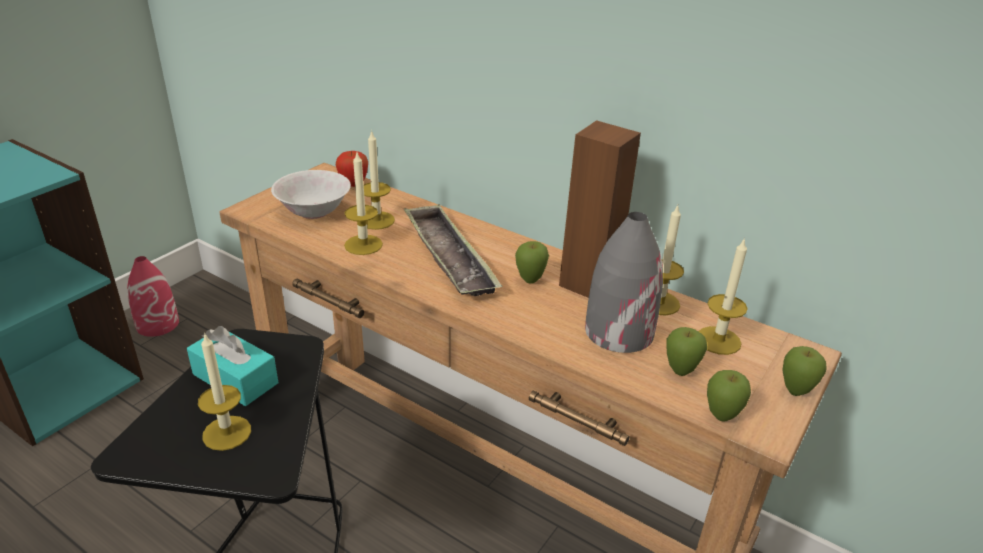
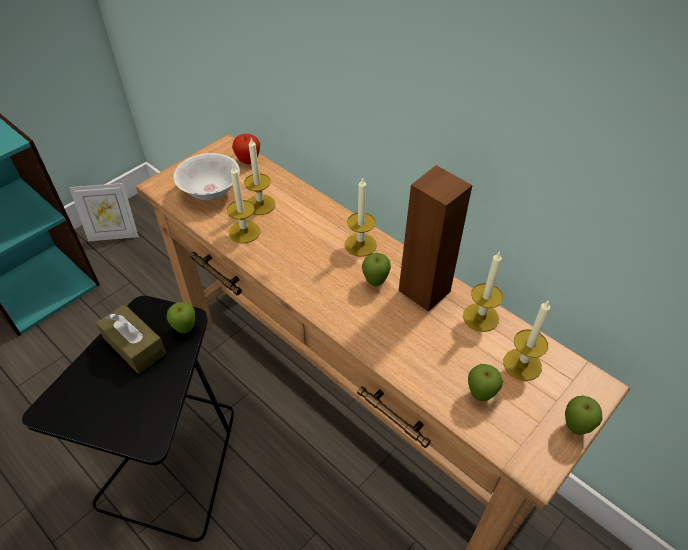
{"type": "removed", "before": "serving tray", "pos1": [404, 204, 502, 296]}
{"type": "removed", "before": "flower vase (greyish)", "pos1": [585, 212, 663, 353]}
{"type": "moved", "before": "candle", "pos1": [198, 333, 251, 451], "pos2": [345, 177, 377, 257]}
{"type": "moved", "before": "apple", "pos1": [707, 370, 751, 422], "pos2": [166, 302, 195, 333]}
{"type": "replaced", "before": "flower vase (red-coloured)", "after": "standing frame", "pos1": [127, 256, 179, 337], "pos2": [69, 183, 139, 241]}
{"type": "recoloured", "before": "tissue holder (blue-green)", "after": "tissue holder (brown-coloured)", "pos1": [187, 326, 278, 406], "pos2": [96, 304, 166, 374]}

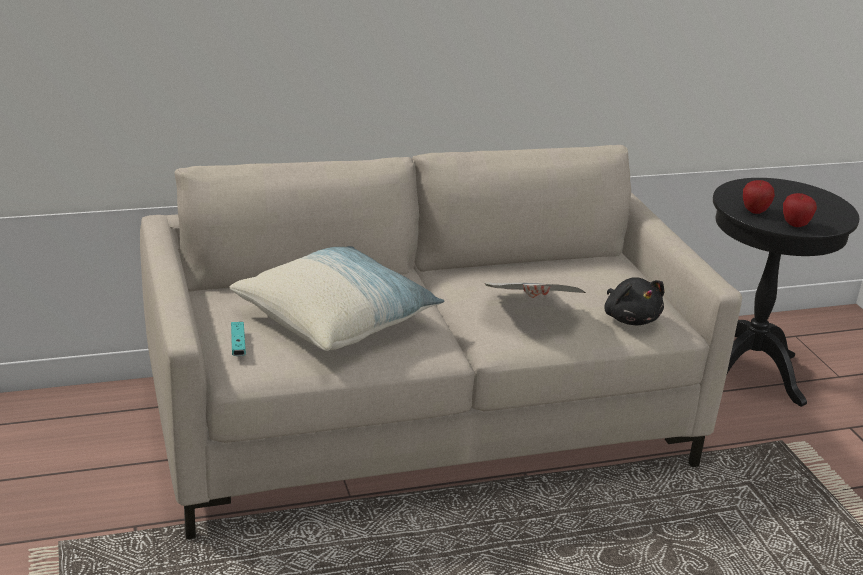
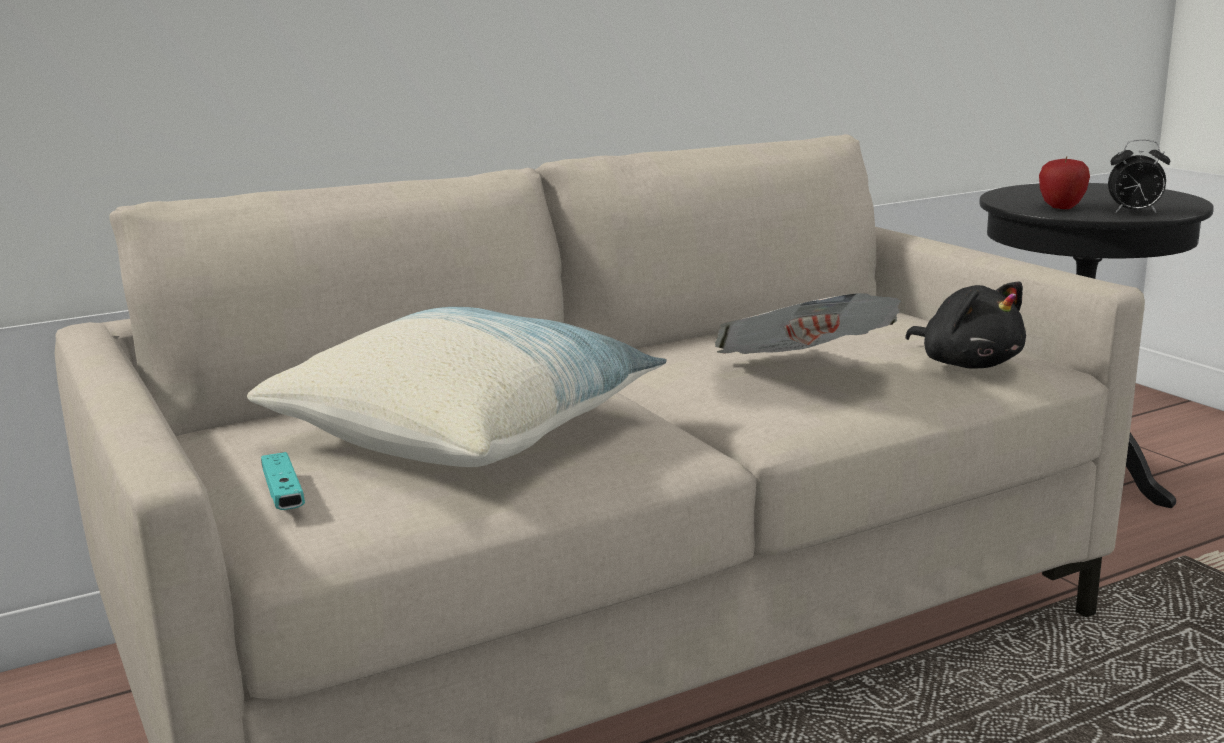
{"type": "replaced", "before": "apple", "after": "table clock", "pos1": [783, 193, 817, 227], "pos2": [1108, 140, 1170, 213]}

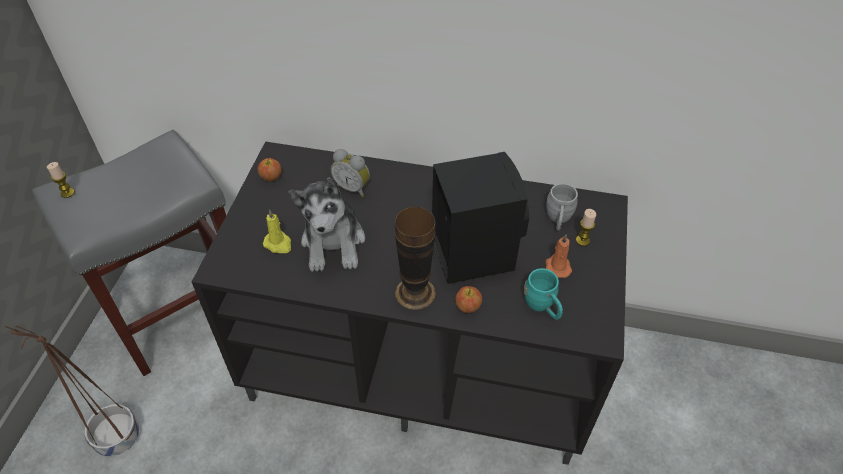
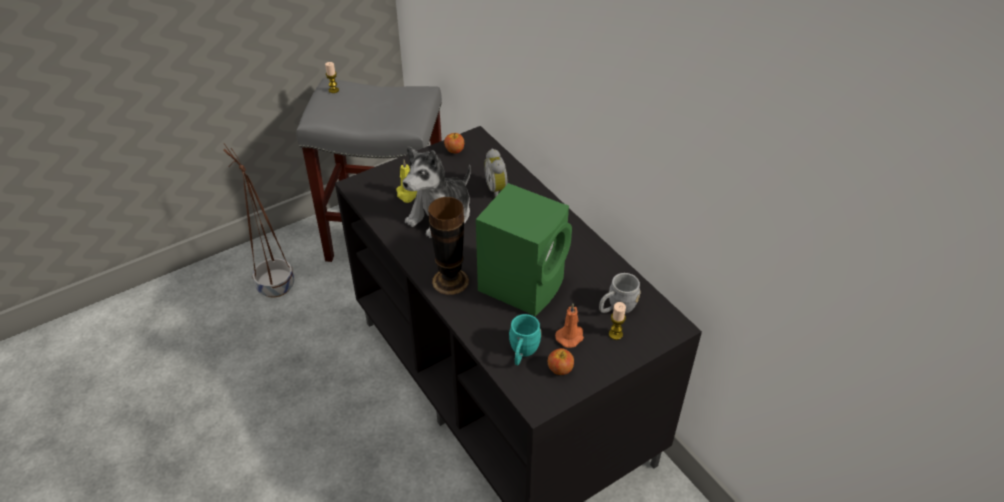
{"type": "moved", "before": "apple", "pos1": [455, 286, 482, 313], "pos2": [548, 348, 574, 375]}
{"type": "recoloured", "before": "audio speaker (black)", "after": "audio speaker (greenish)", "pos1": [432, 152, 529, 284], "pos2": [476, 183, 572, 316]}

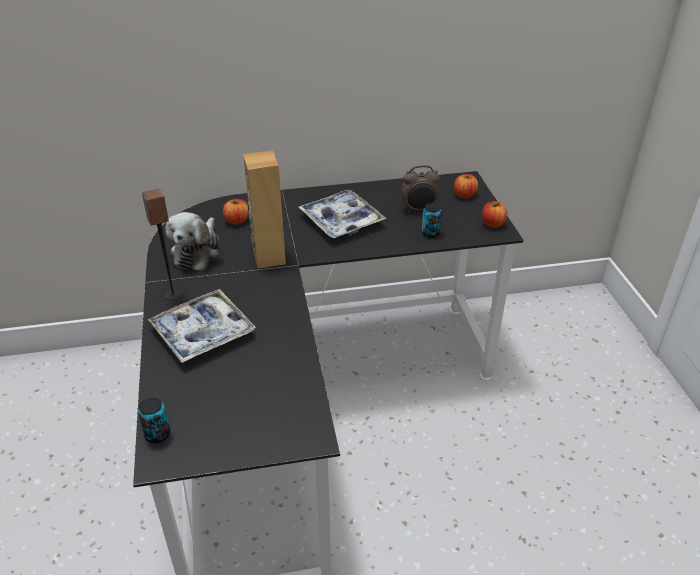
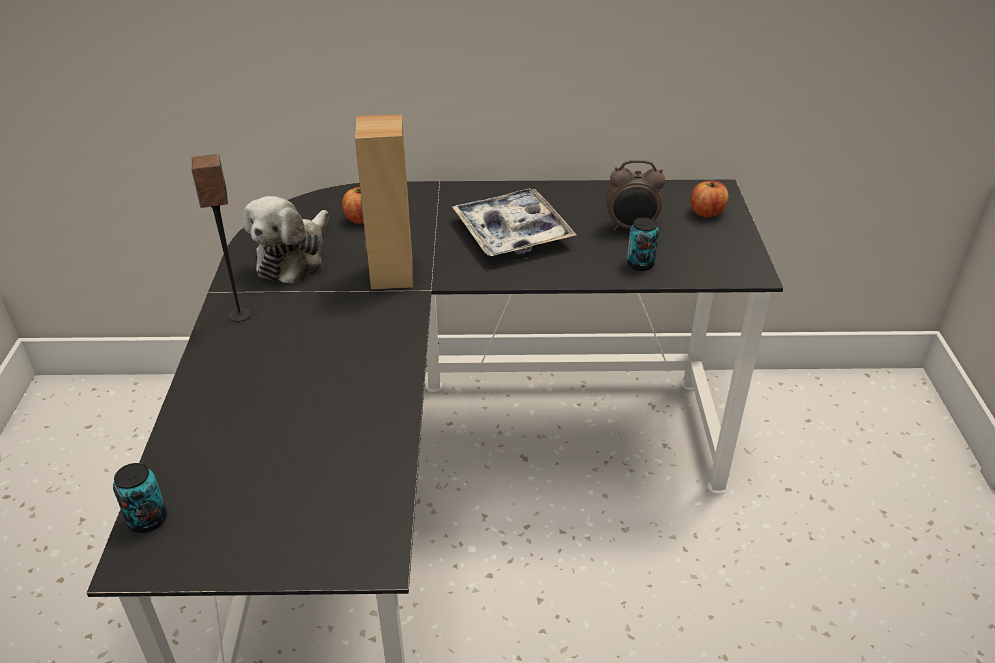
{"type": "removed", "before": "serving tray", "pos1": [148, 289, 256, 363]}
{"type": "removed", "before": "apple", "pos1": [482, 201, 507, 228]}

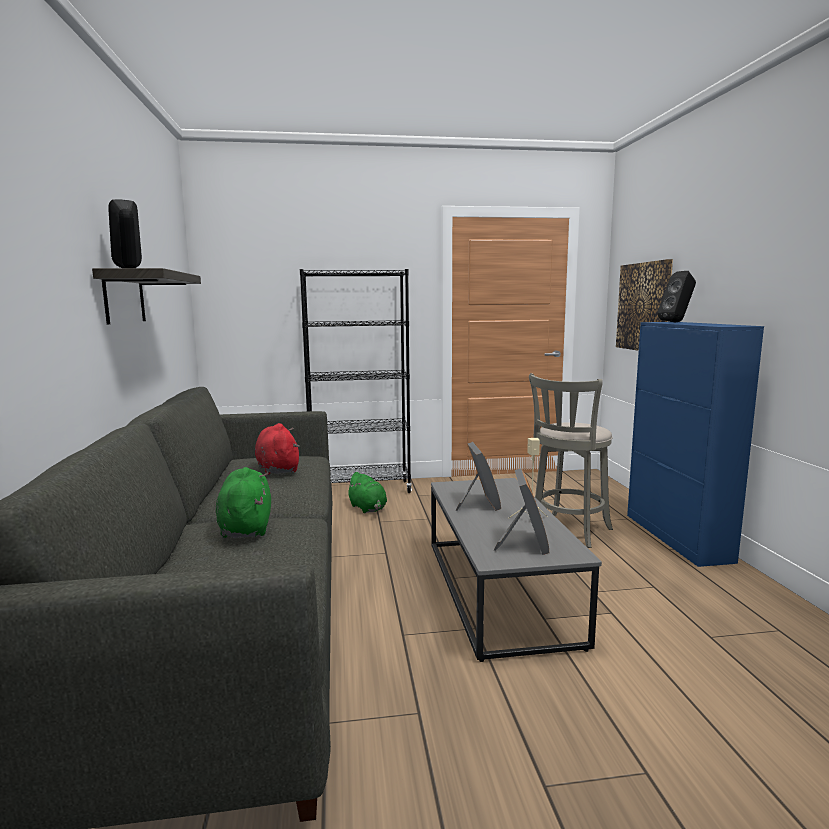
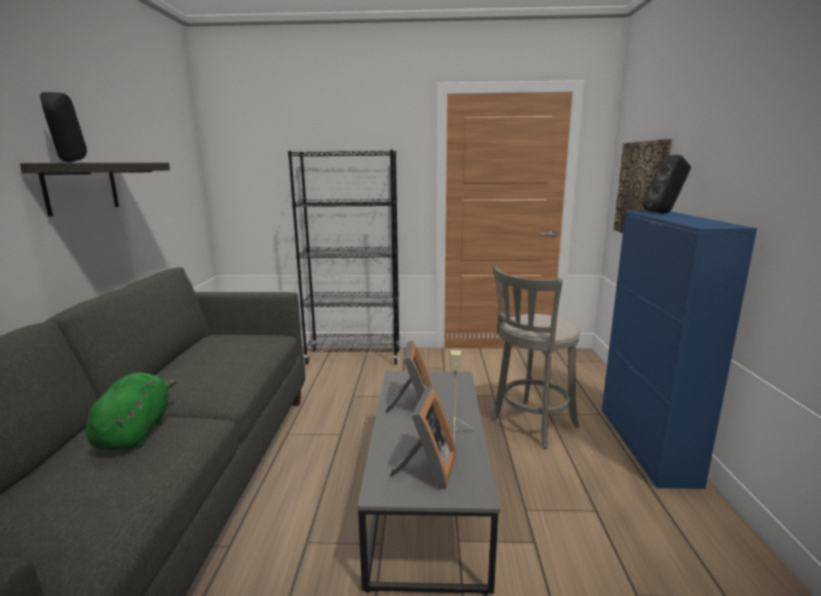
{"type": "removed", "before": "cuddly toy (red-coloured)", "pos1": [255, 423, 300, 475]}
{"type": "removed", "before": "cuddly toy (greenish)", "pos1": [346, 472, 387, 513]}

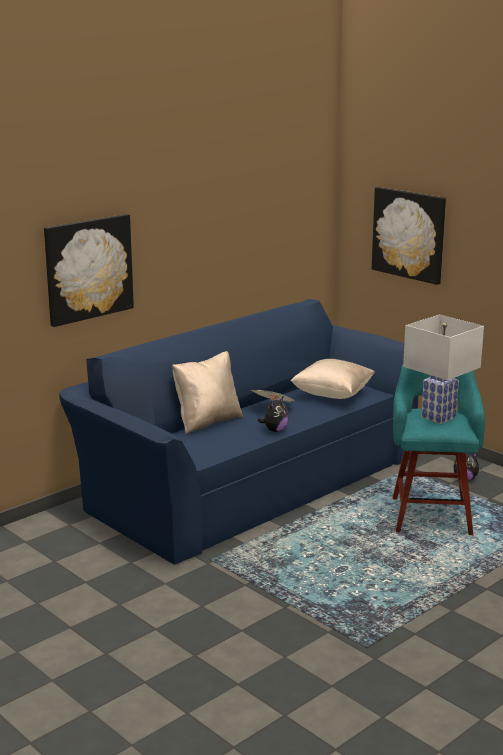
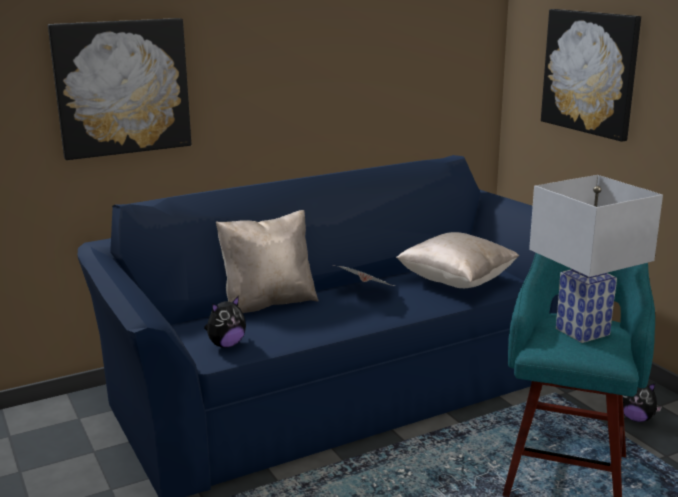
{"type": "moved", "before": "cuddly toy", "pos1": [258, 397, 289, 432], "pos2": [204, 296, 246, 348]}

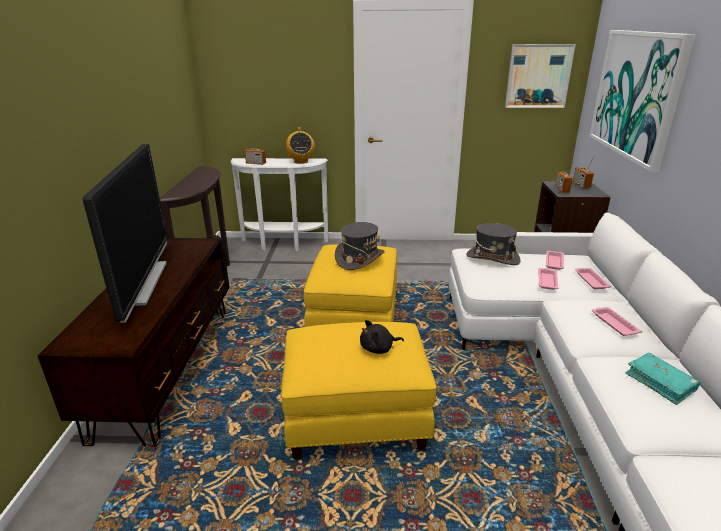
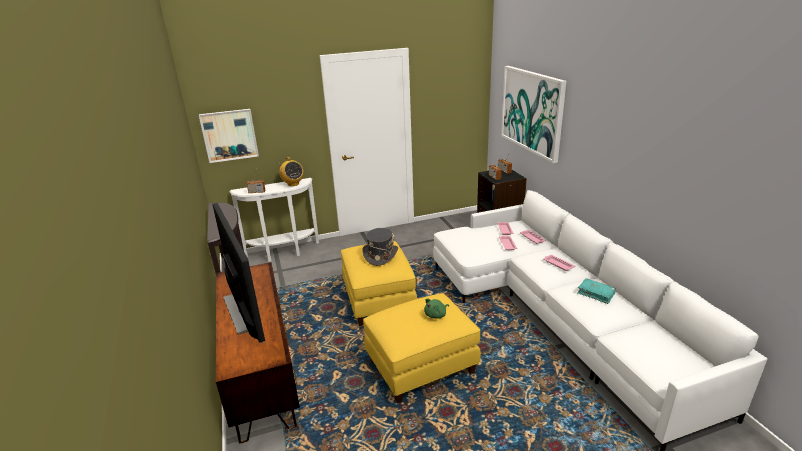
{"type": "removed", "before": "hat (greyish)", "pos1": [466, 223, 521, 265]}
{"type": "moved", "before": "picture", "pos1": [505, 44, 576, 108], "pos2": [199, 109, 259, 163]}
{"type": "recoloured", "before": "cuddly toy (black)", "after": "cuddly toy (greenish)", "pos1": [360, 320, 404, 354], "pos2": [424, 298, 449, 319]}

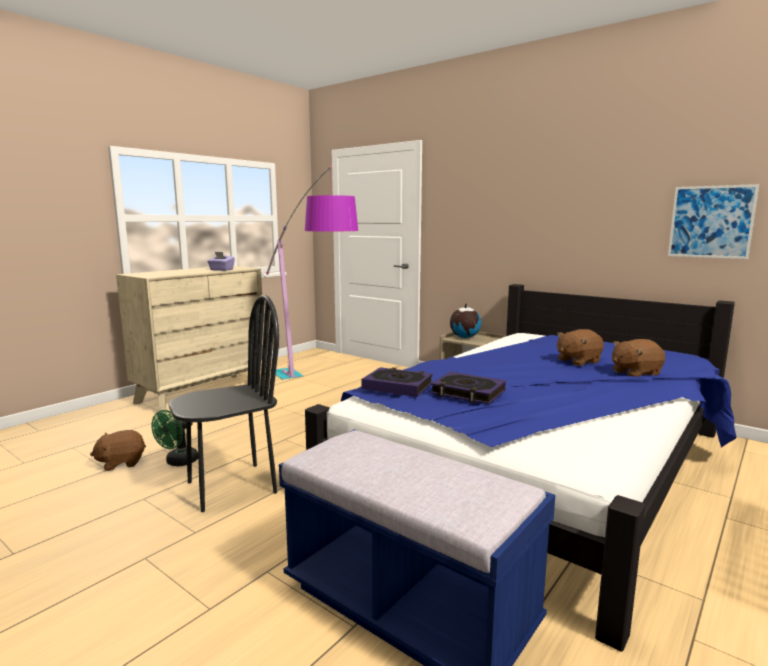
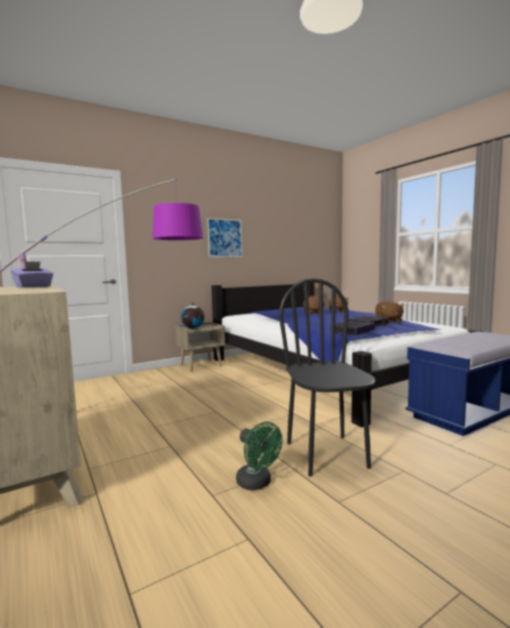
{"type": "moved", "before": "cuddly toy (brown-coloured)", "pos1": [90, 430, 146, 471], "pos2": [375, 301, 405, 323]}
{"type": "moved", "before": "picture", "pos1": [668, 184, 759, 259], "pos2": [207, 218, 242, 257]}

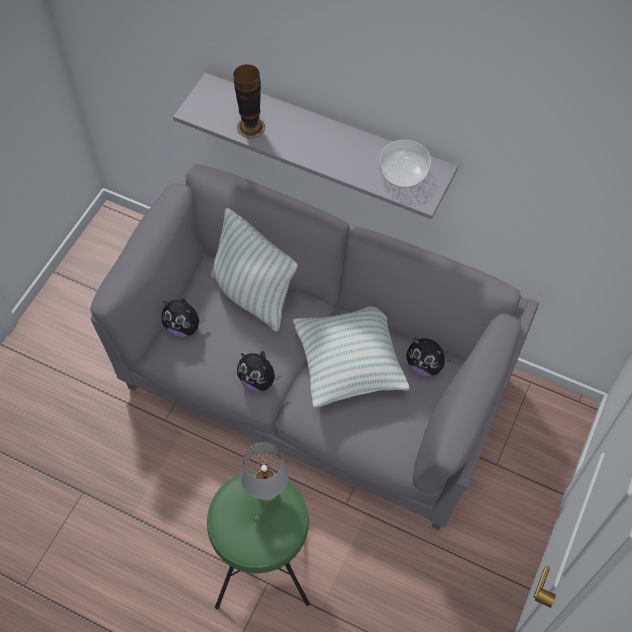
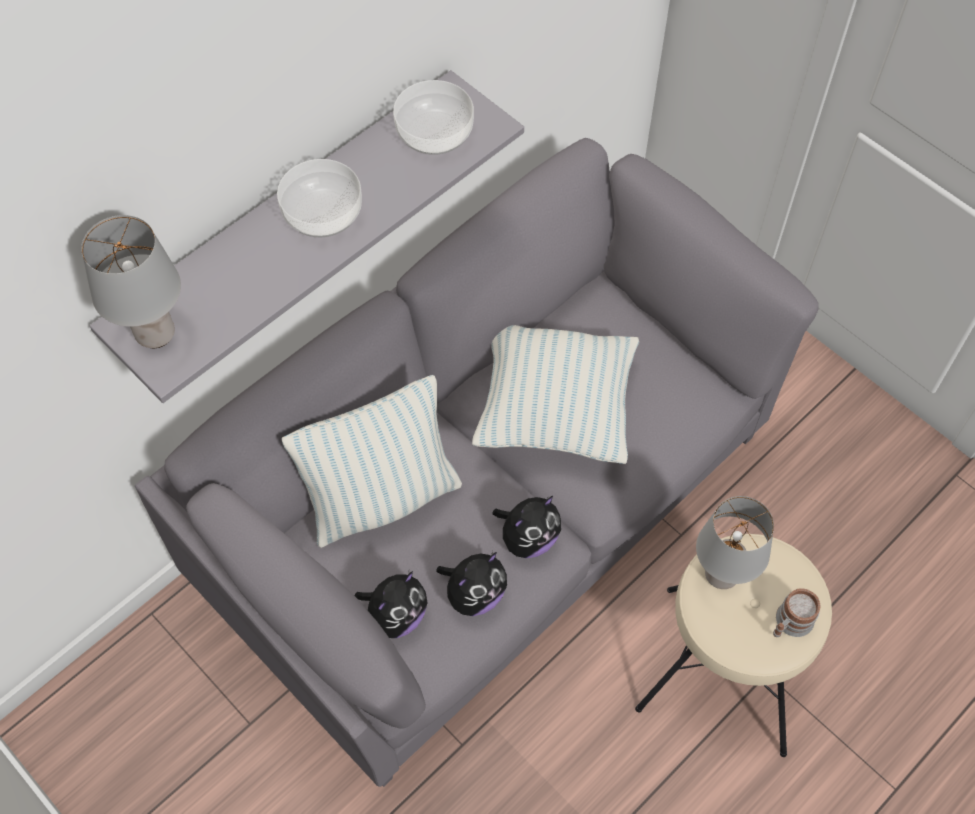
{"type": "removed", "before": "flower vase", "pos1": [233, 64, 265, 139]}
{"type": "added", "after": "lamp for a table (greyish)", "pos2": [81, 215, 181, 348]}
{"type": "added", "after": "deep dish", "pos2": [277, 159, 362, 237]}
{"type": "added", "after": "coffee mug", "pos2": [773, 589, 820, 637]}
{"type": "moved", "before": "cuddly toy", "pos1": [406, 338, 451, 376], "pos2": [436, 551, 507, 616]}
{"type": "recoloured", "before": "stool seat (greenish)", "after": "stool seat (sand-coloured)", "pos1": [207, 471, 310, 609], "pos2": [635, 534, 832, 757]}

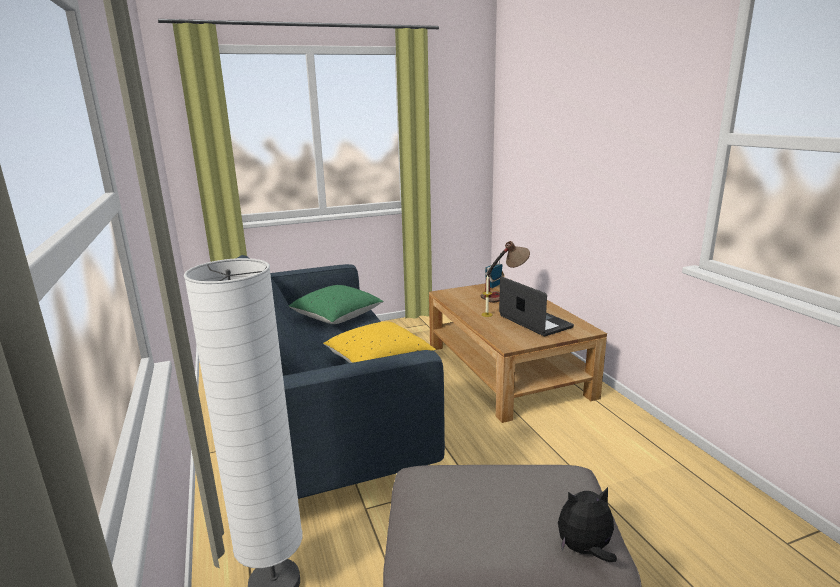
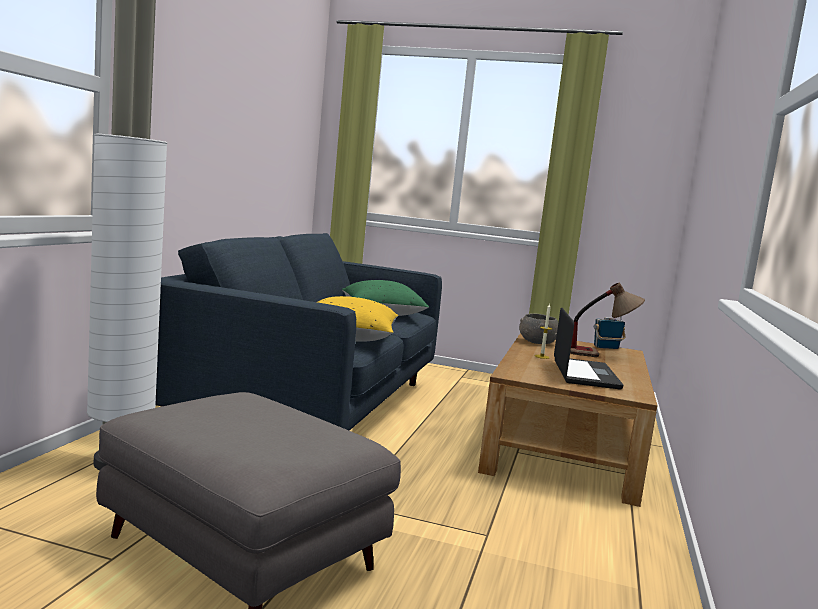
{"type": "removed", "before": "cuddly toy", "pos1": [558, 487, 617, 562]}
{"type": "added", "after": "deep dish (greyish)", "pos2": [519, 314, 558, 344]}

